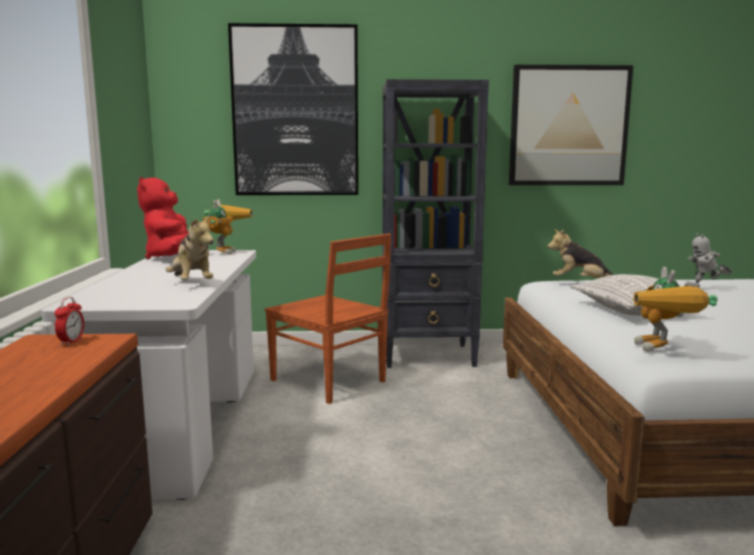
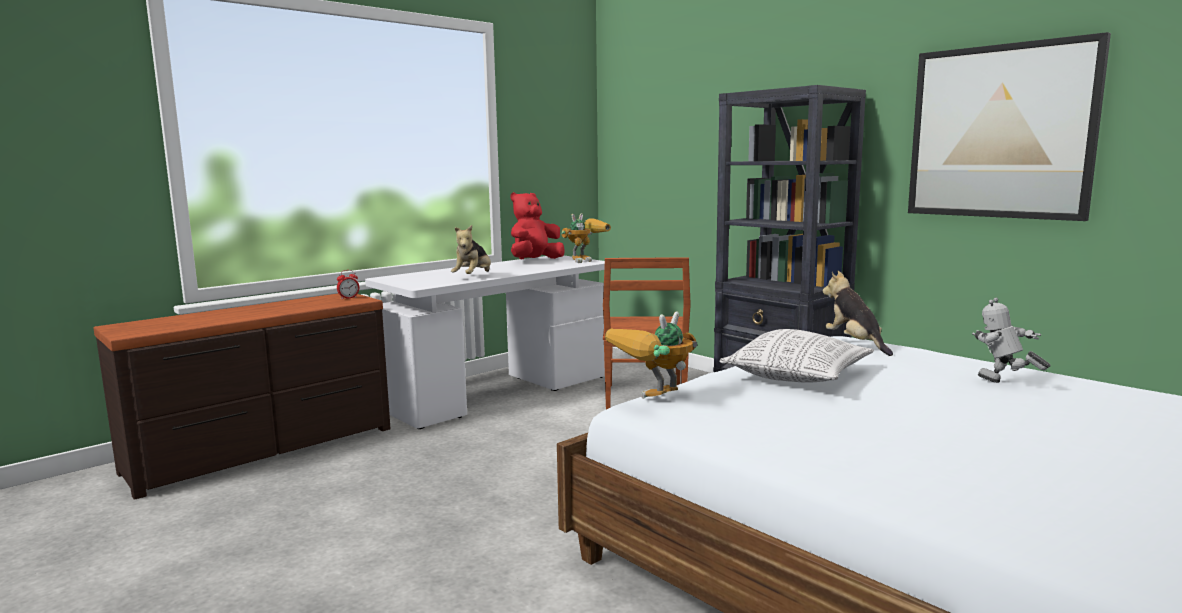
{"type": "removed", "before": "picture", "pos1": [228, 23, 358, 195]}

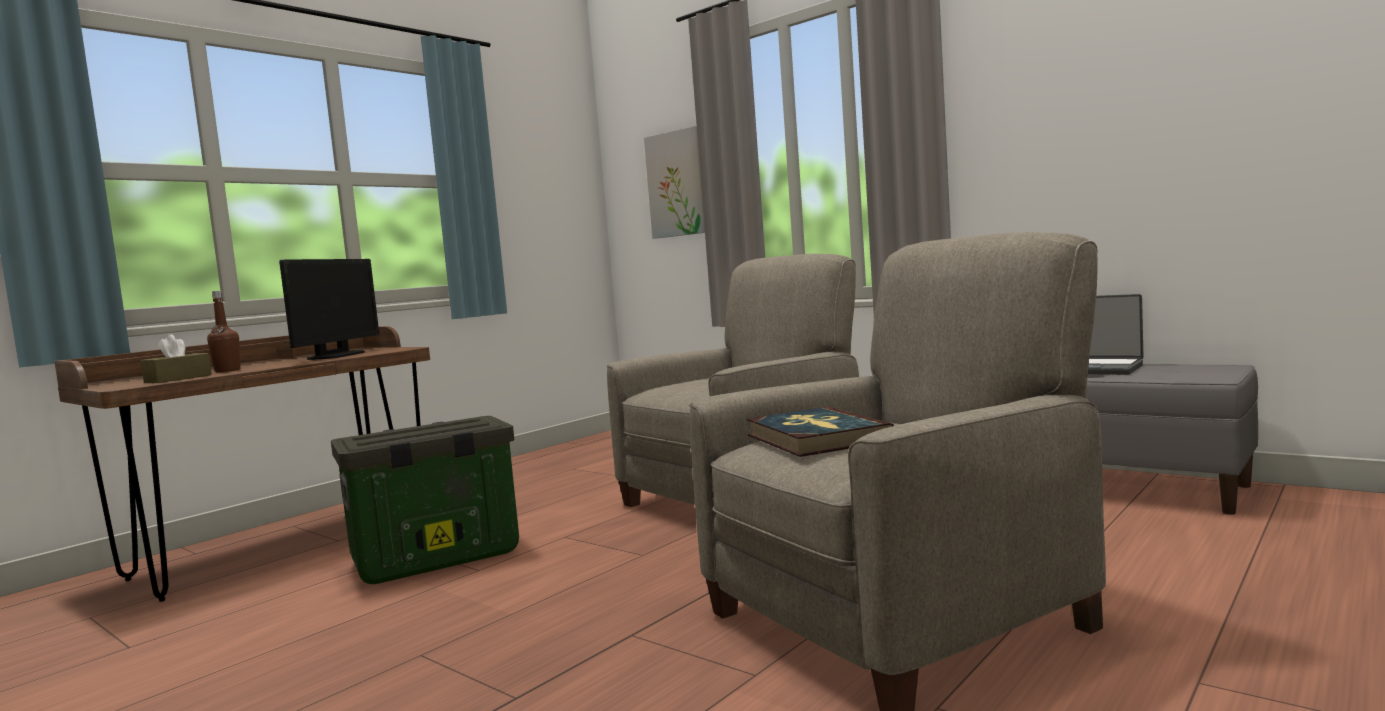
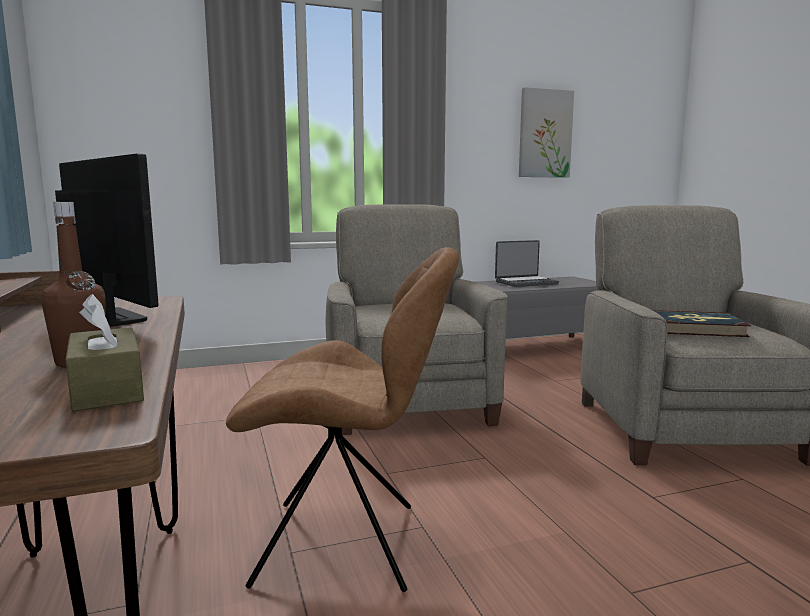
{"type": "moved", "before": "picture", "pos1": [644, 126, 705, 239], "pos2": [519, 87, 574, 178]}
{"type": "replaced", "before": "storage box", "after": "upright chair (brown-coloured)", "pos1": [331, 416, 519, 584], "pos2": [226, 247, 459, 592]}

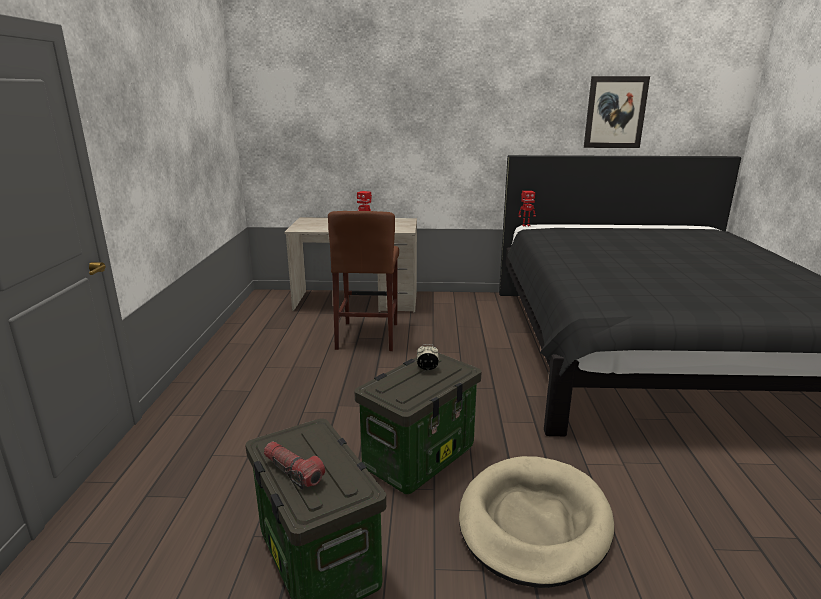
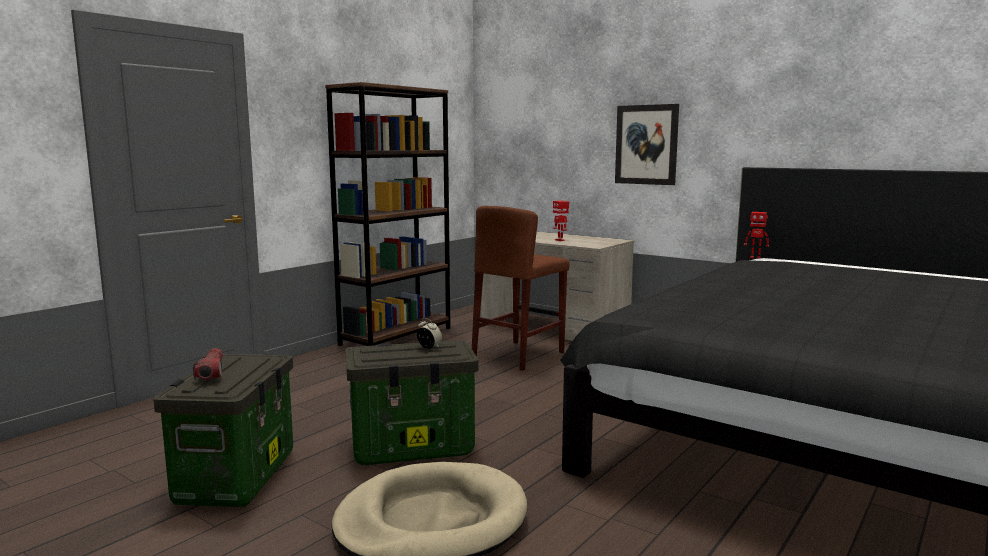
{"type": "added", "after": "bookcase (brown-coloured)", "pos2": [325, 82, 451, 346]}
{"type": "moved", "before": "picture", "pos1": [584, 76, 650, 148], "pos2": [615, 104, 679, 185]}

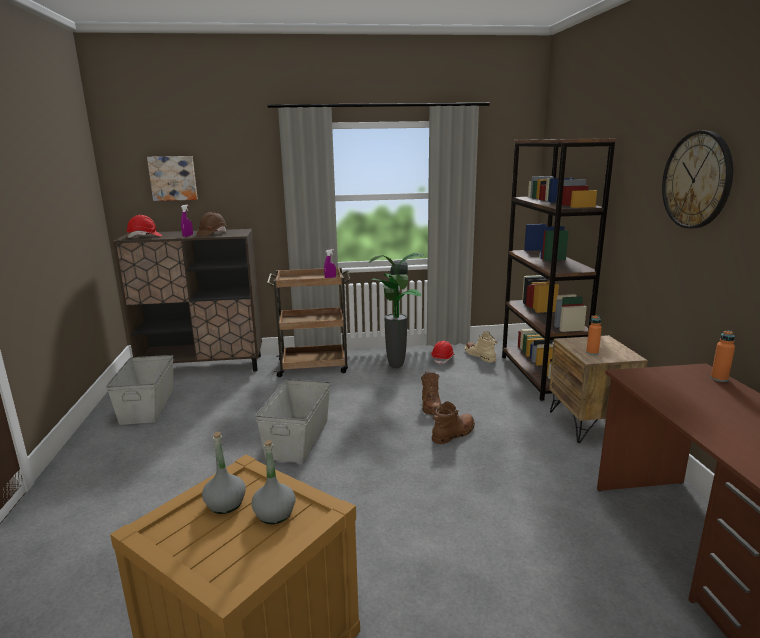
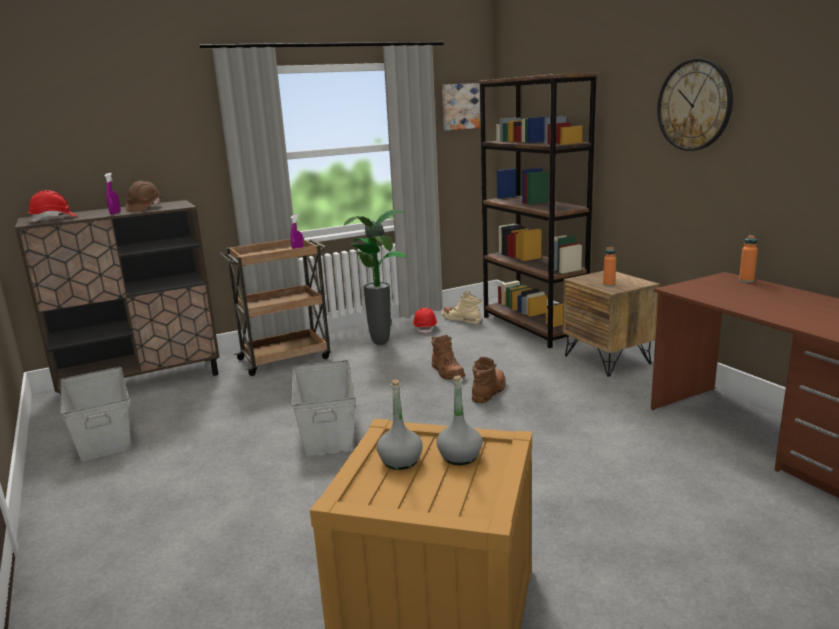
{"type": "moved", "before": "picture", "pos1": [147, 156, 198, 201], "pos2": [442, 83, 480, 130]}

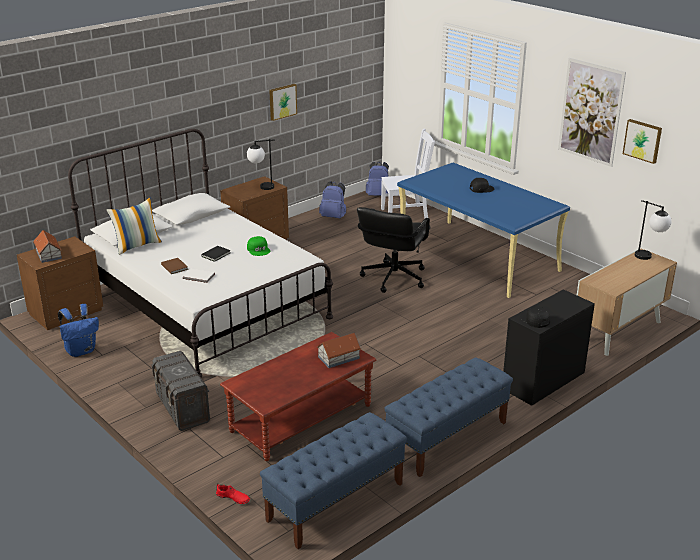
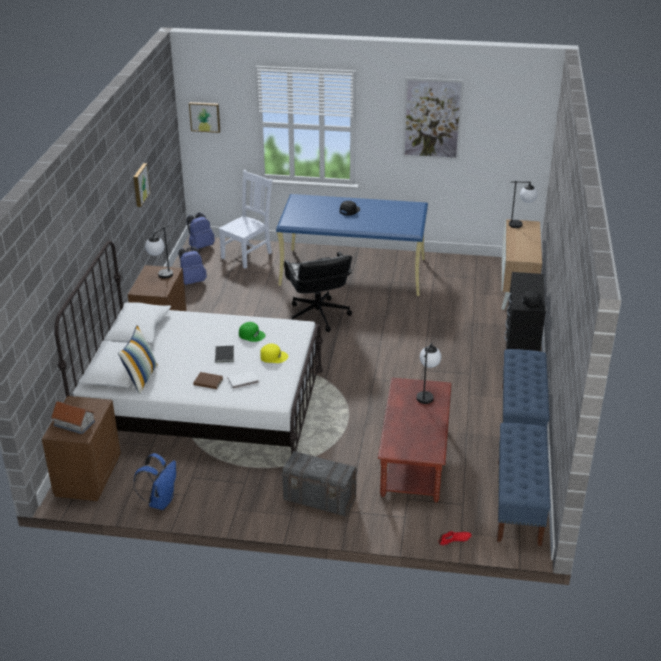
{"type": "added", "after": "peaked cap (yellowish)", "pos2": [260, 344, 288, 363]}
{"type": "moved", "before": "picture", "pos1": [623, 119, 662, 164], "pos2": [189, 102, 220, 133]}
{"type": "replaced", "before": "miniature house", "after": "lamp for a table", "pos1": [317, 333, 361, 368], "pos2": [417, 342, 441, 404]}

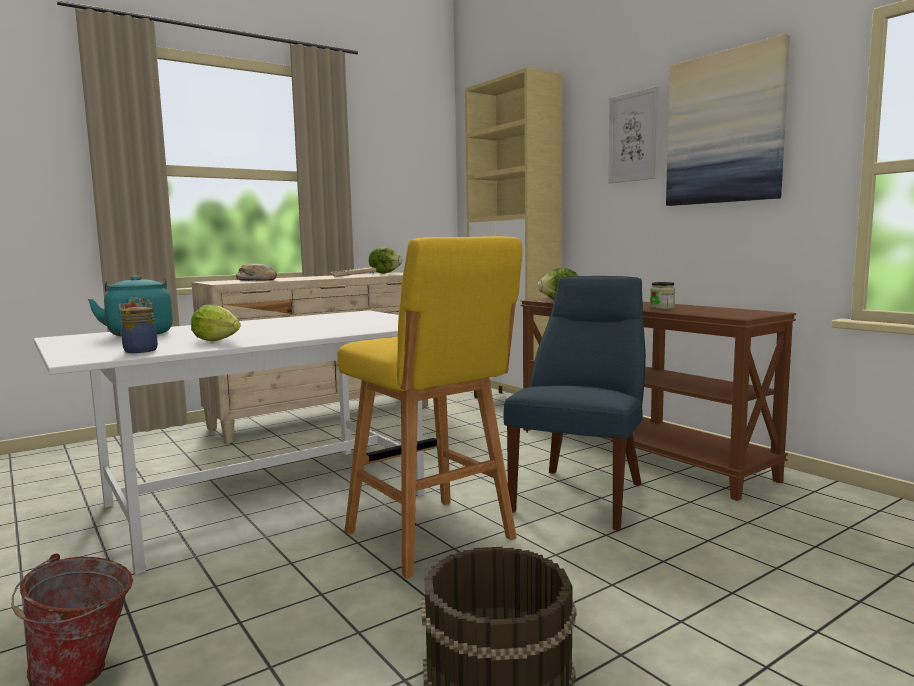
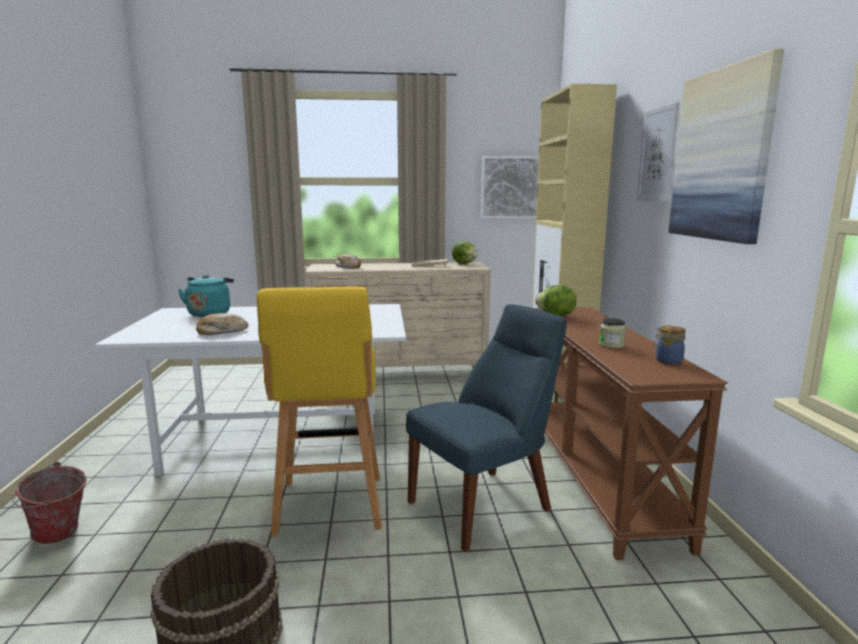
{"type": "added", "after": "picture", "pos2": [481, 156, 539, 219]}
{"type": "moved", "before": "preserve jar", "pos1": [120, 307, 158, 353], "pos2": [654, 326, 686, 365]}
{"type": "replaced", "before": "lettuce head", "after": "bakery bread", "pos1": [191, 304, 241, 341], "pos2": [196, 313, 248, 335]}

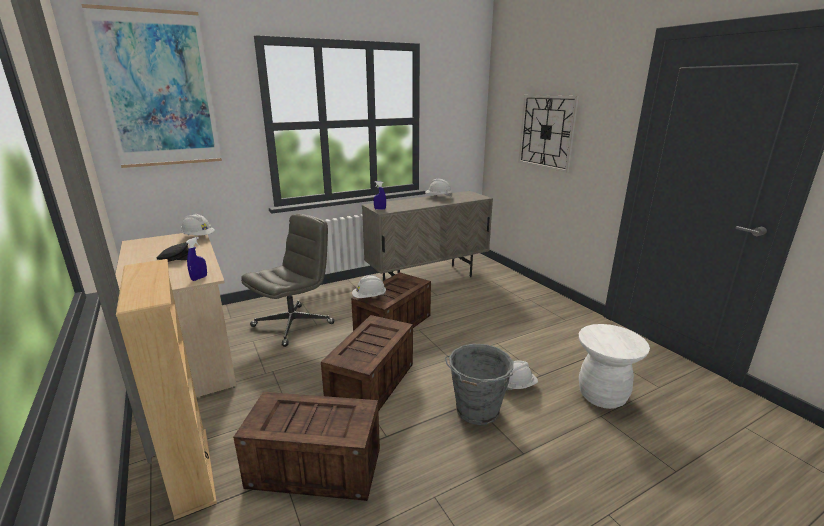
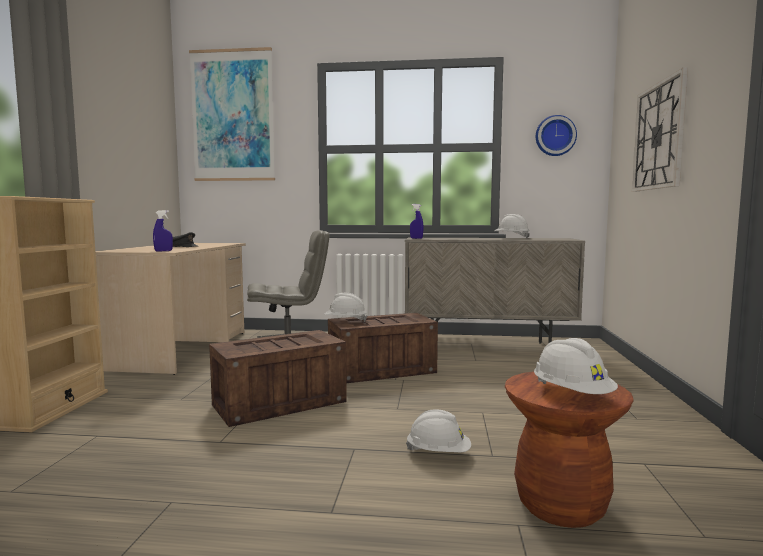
{"type": "removed", "before": "packing crate", "pos1": [233, 392, 380, 501]}
{"type": "removed", "before": "water bucket (greyish)", "pos1": [445, 344, 513, 425]}
{"type": "added", "after": "wall clock", "pos2": [536, 115, 577, 156]}
{"type": "moved", "before": "work helmet (white)", "pos1": [181, 214, 215, 236], "pos2": [534, 338, 618, 394]}
{"type": "recoloured", "before": "stool seat (white)", "after": "stool seat (brown-coloured)", "pos1": [579, 324, 650, 409], "pos2": [505, 372, 634, 528]}

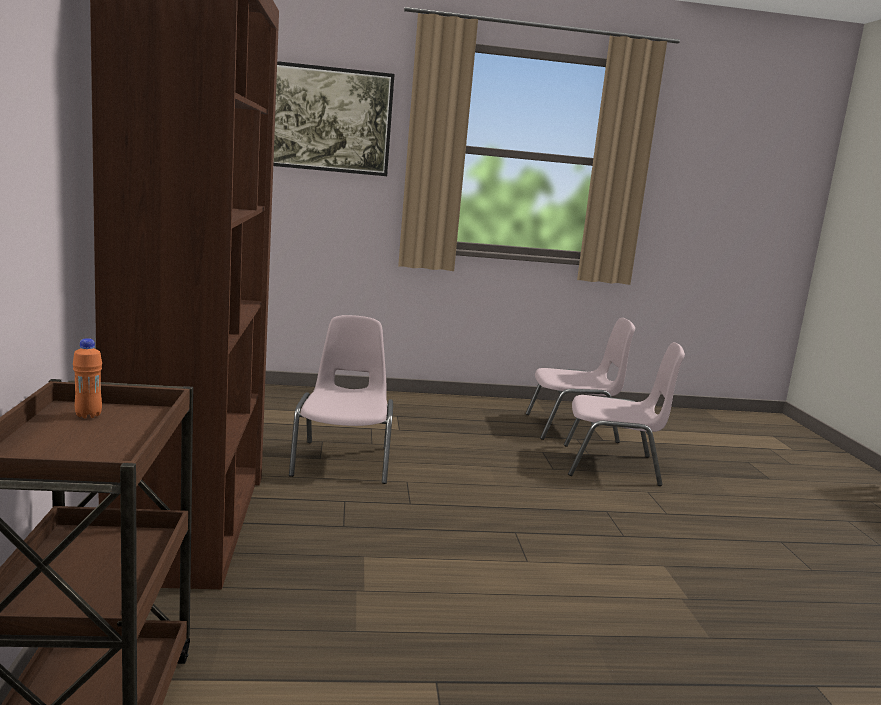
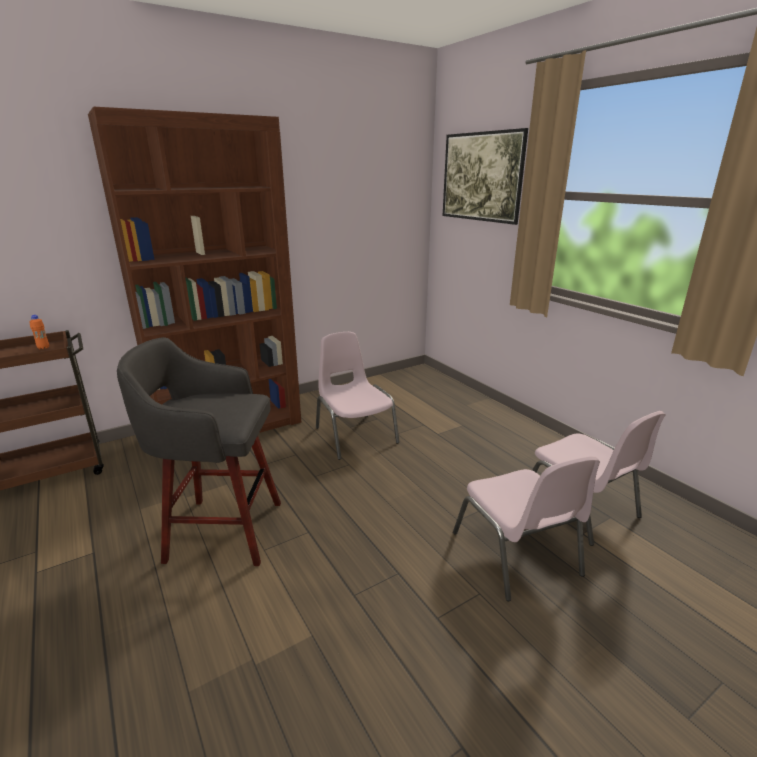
{"type": "added", "after": "stool seat (greyish)", "pos2": [117, 337, 281, 566]}
{"type": "turned", "before": "upright chair (pinkish)", "pos1": [289, 315, 393, 484], "pos2": [316, 332, 400, 460], "turn": -90}

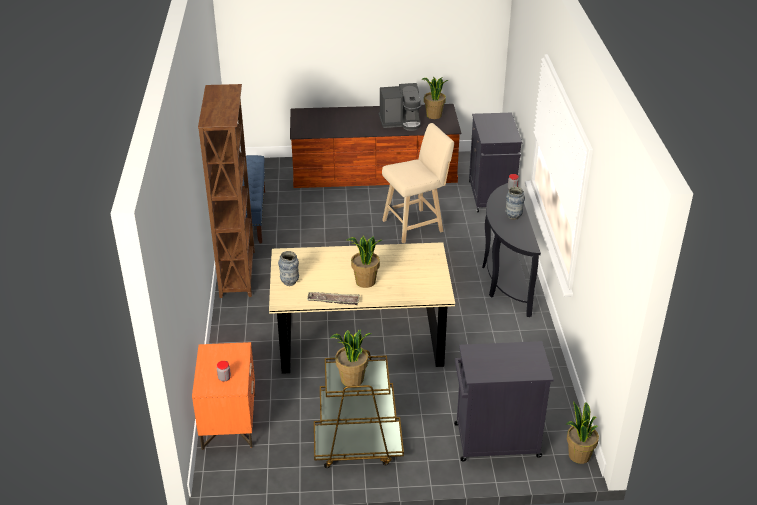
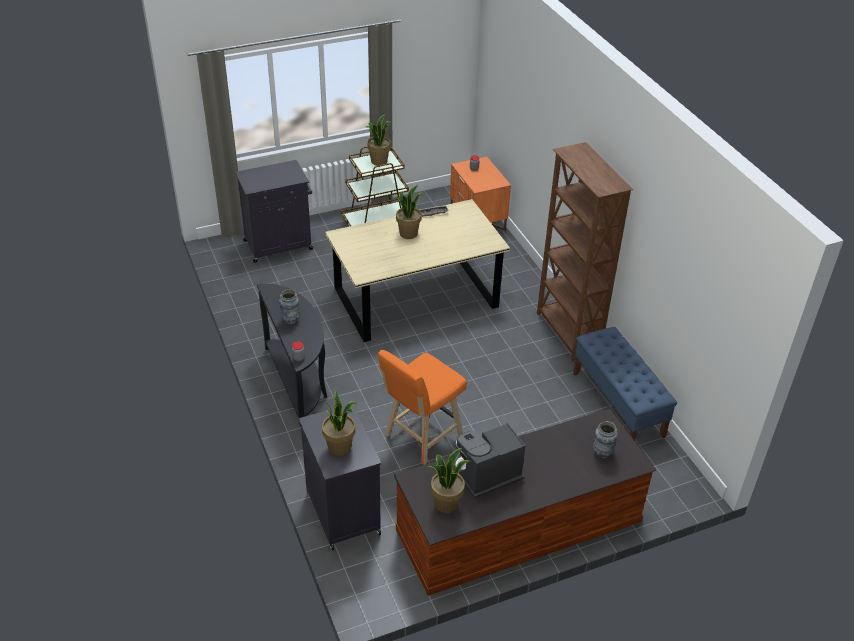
{"type": "moved", "before": "flower vase", "pos1": [278, 251, 299, 286], "pos2": [593, 421, 618, 458]}
{"type": "moved", "before": "potted plant", "pos1": [567, 401, 599, 464], "pos2": [322, 390, 358, 456]}
{"type": "recoloured", "before": "stool seat (sand-coloured)", "after": "stool seat (orangey)", "pos1": [382, 123, 454, 244], "pos2": [378, 350, 467, 465]}

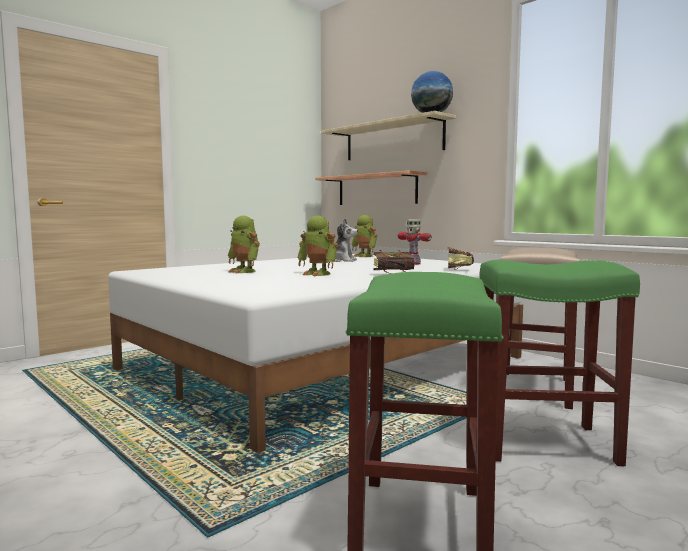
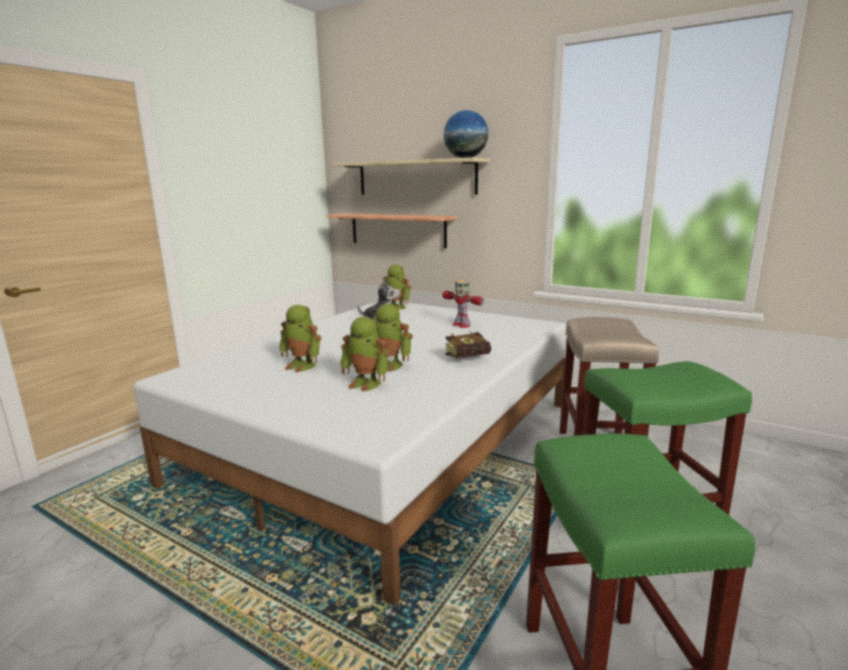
{"type": "removed", "before": "bound book", "pos1": [447, 247, 474, 269]}
{"type": "added", "after": "model robot", "pos2": [340, 317, 390, 392]}

